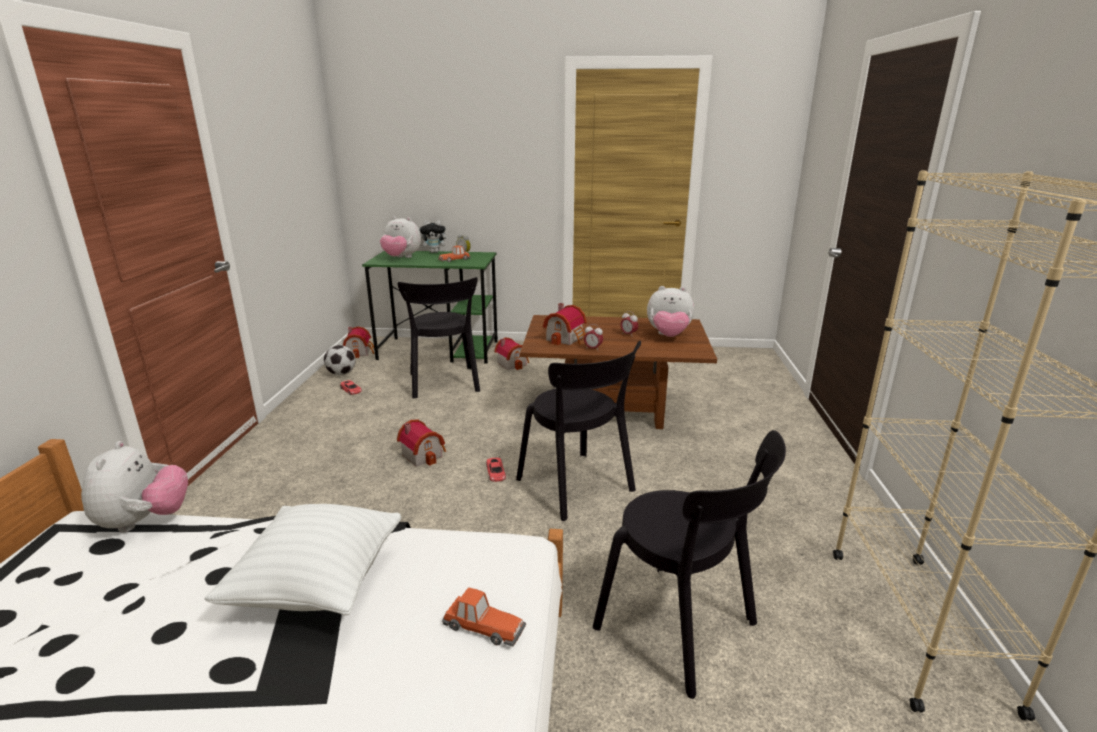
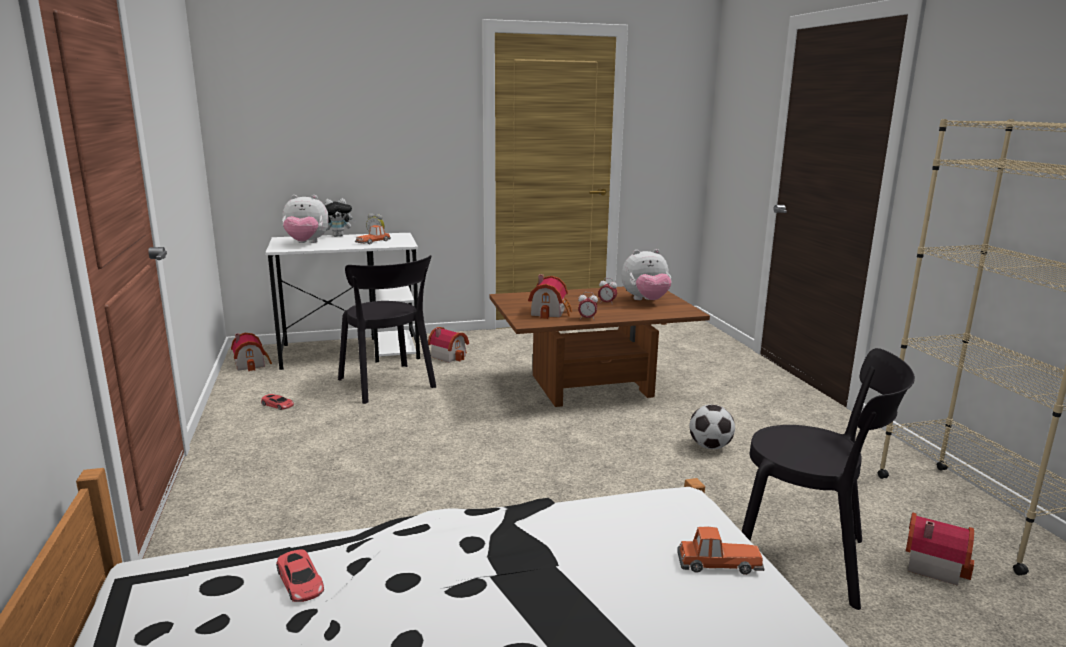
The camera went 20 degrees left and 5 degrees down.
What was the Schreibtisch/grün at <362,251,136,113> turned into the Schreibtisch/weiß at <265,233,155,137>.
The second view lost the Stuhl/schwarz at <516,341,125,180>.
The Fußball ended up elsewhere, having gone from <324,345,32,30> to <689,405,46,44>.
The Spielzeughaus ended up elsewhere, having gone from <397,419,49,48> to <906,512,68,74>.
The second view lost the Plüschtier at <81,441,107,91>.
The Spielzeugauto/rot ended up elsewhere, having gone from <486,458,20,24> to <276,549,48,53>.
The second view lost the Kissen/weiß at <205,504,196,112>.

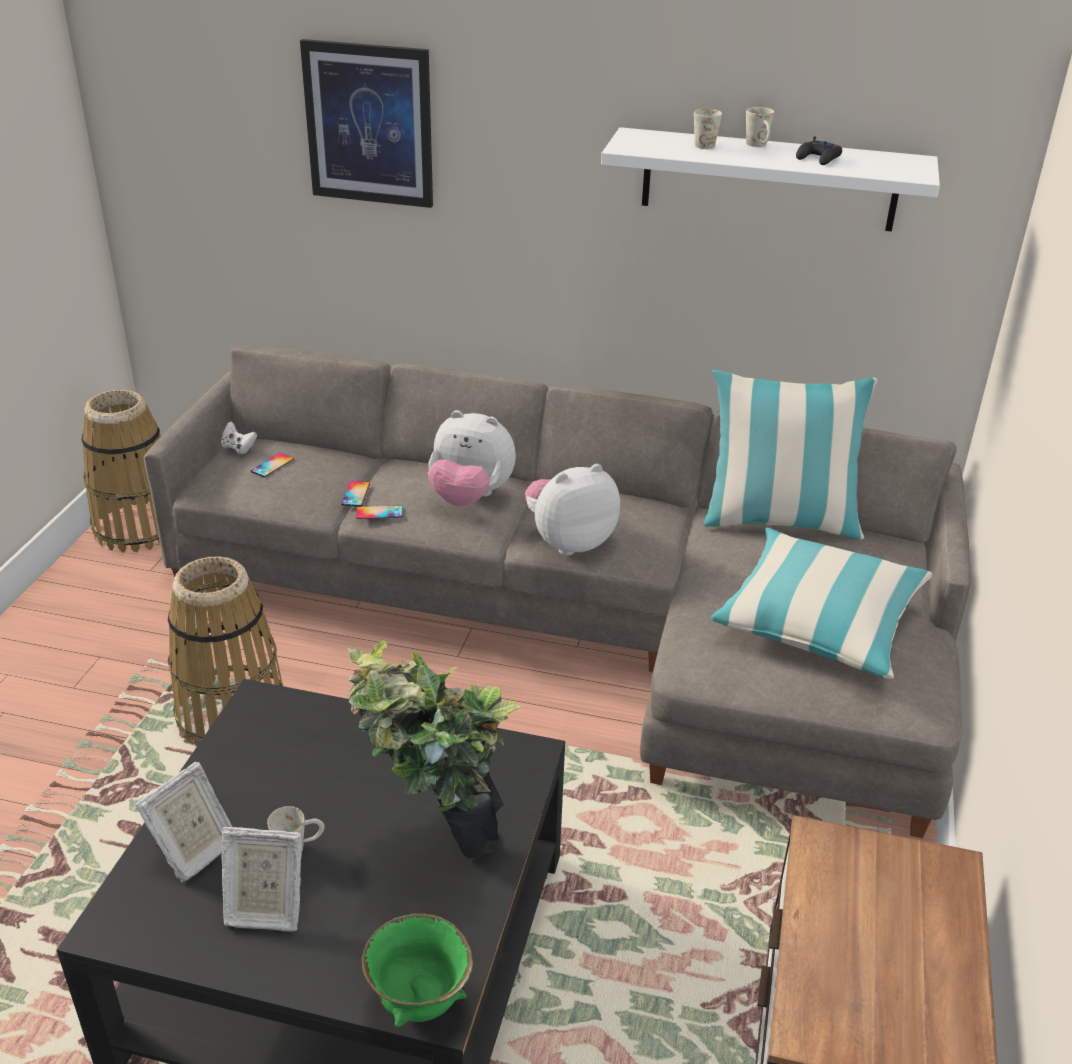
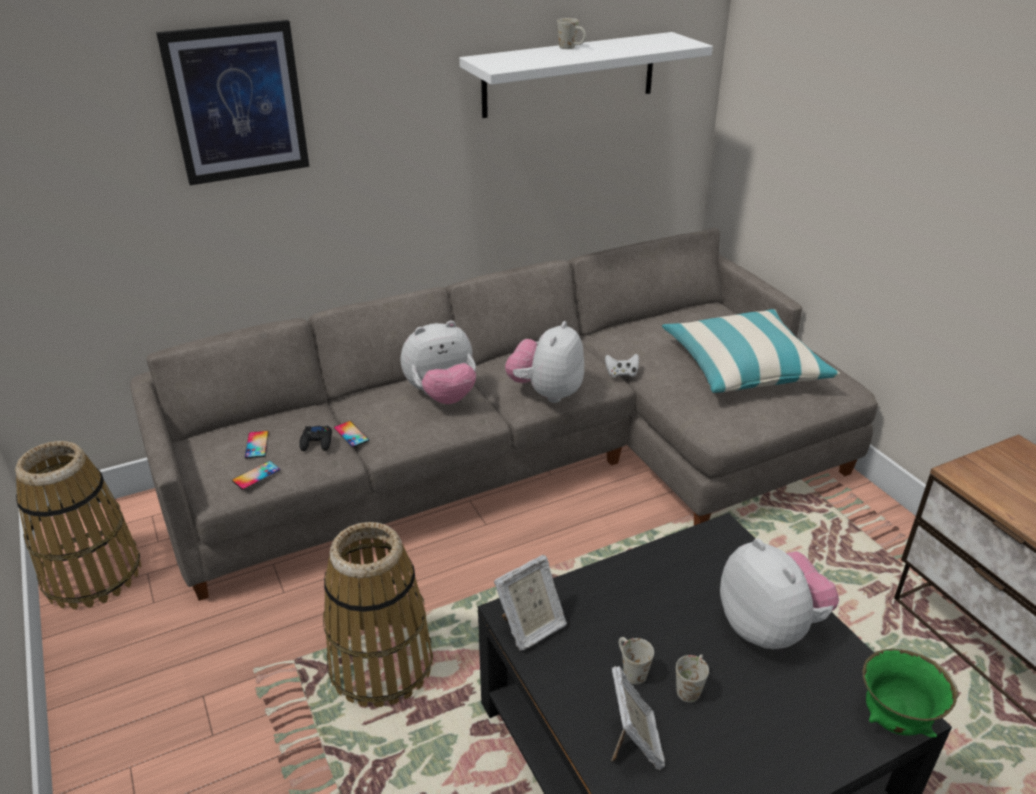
The camera went 40 degrees left and 0 degrees up.
The Henkelbecher/weiß ended up elsewhere, having gone from <694,109,28,40> to <619,637,35,48>.
The Gamepad/schwarz ended up elsewhere, having gone from <796,136,46,29> to <299,426,33,25>.
The second view lost the Kissen at <704,370,174,170>.
The Gamepad/weiß ended up elsewhere, having gone from <221,422,36,32> to <605,354,34,23>.
The Handy ended up elsewhere, having gone from <356,505,47,14> to <232,461,48,29>.
Where the Topfpflanze stood at <347,640,173,218>, the Plüschtier came to stand at <720,538,119,111>.
The Bilderrahmen ended up elsewhere, having gone from <221,827,82,105> to <494,555,73,95>.

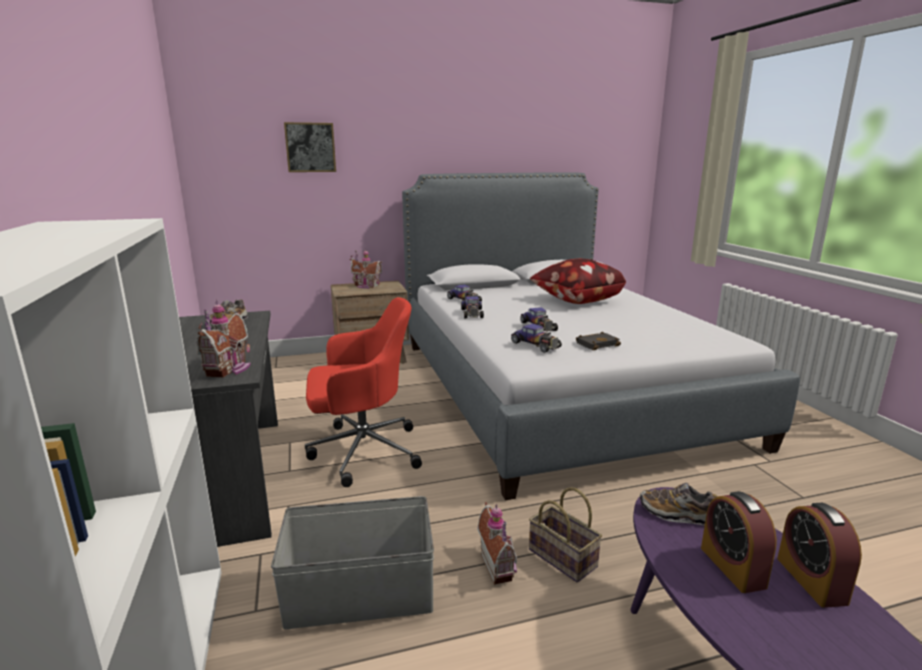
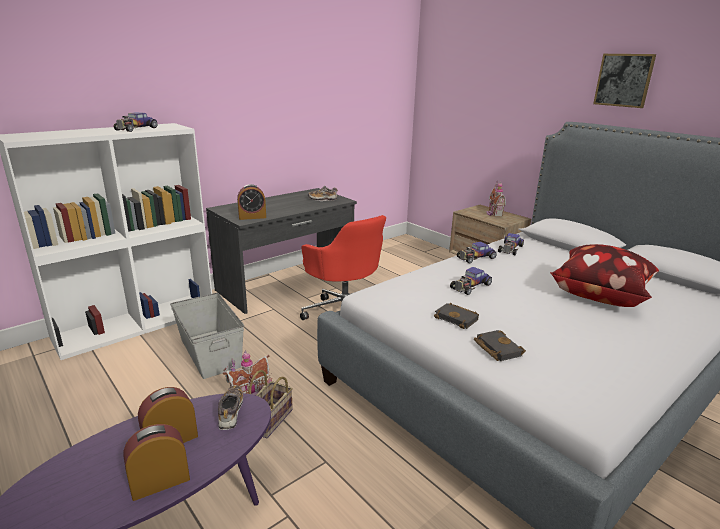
The camera went 65 degrees right and 5 degrees up.
The Bild ended up elsewhere, having gone from <284,122,52,50> to <593,54,63,54>.
Where the Spielzeughaus stood at <196,300,55,78>, the Wecker came to stand at <237,184,29,36>.
The Spielzeugauto ended up elsewhere, having gone from <511,324,51,29> to <114,112,43,20>.
The second view gained the Buch/schwarz at <474,330,52,31>.

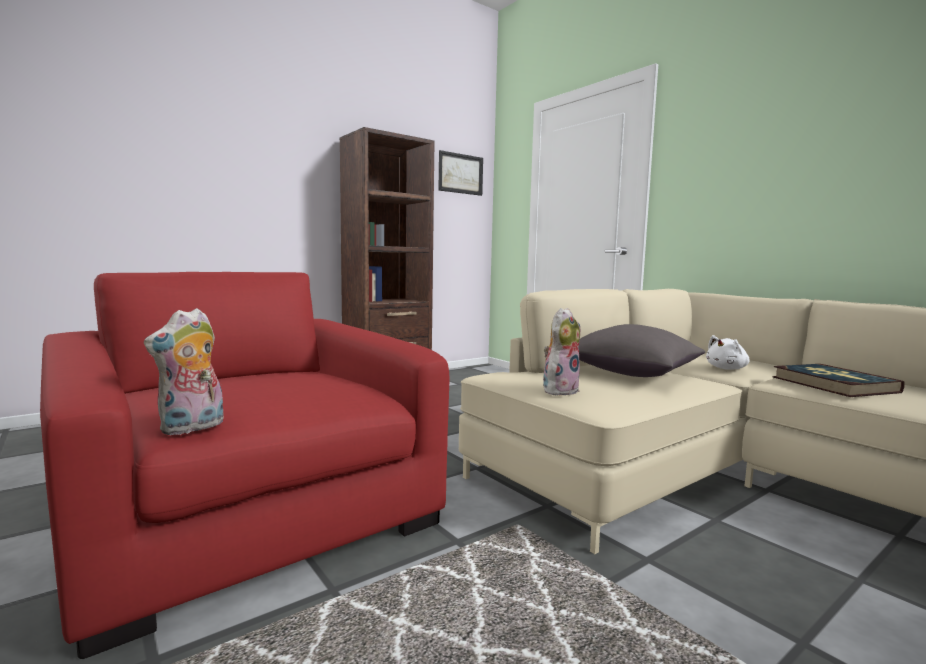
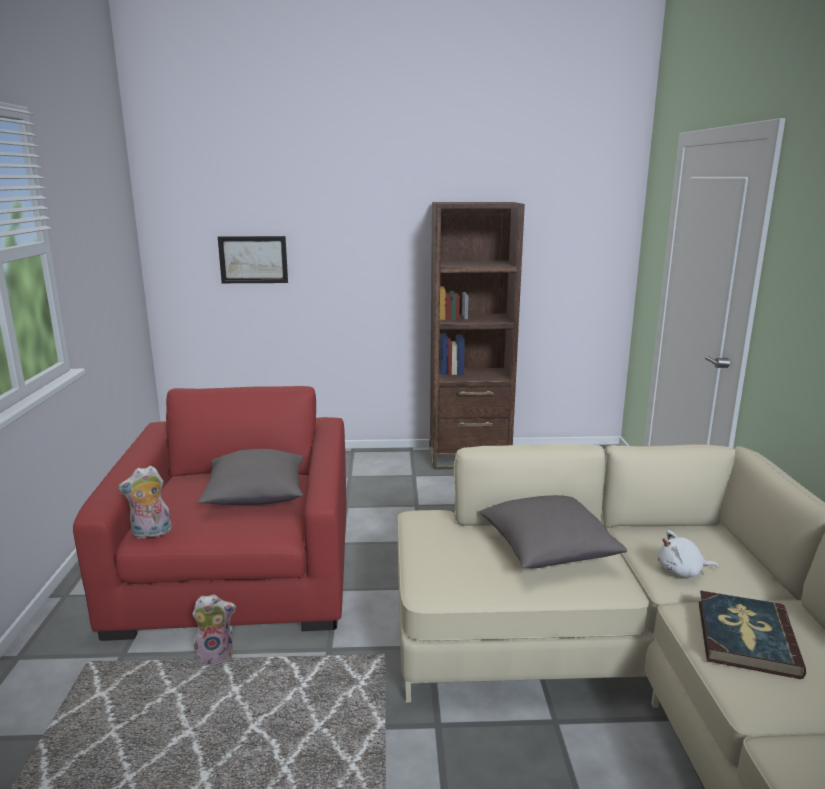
The camera went 35 degrees right and 10 degrees up.
The Bild ended up elsewhere, having gone from <438,150,45,46> to <218,236,70,47>.
The Plüschtier ended up elsewhere, having gone from <543,308,37,88> to <192,595,44,71>.
The second view gained the Kissen/grau at <198,449,106,56>.

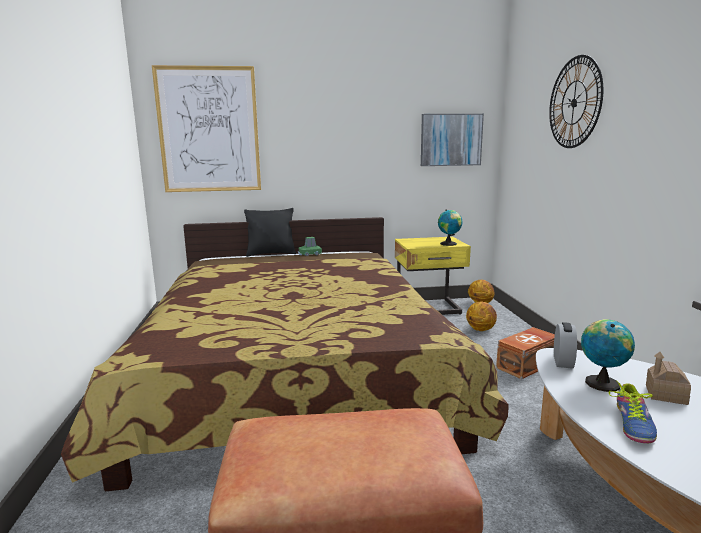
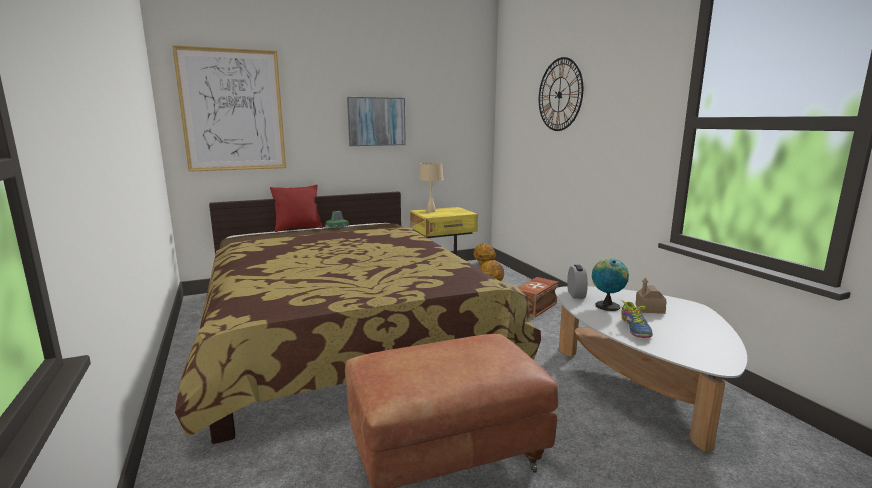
The camera went 15 degrees left and 0 degrees up.
The Bild ended up elsewhere, having gone from <421,114,63,52> to <347,97,59,49>.
What was the Kissen/schwarz at <244,208,52,49> turned into the Kissen/rot at <270,185,53,47>.
The second view lost the Globus at <438,209,25,37>.
The second view gained the Tischlampe/beige at <419,162,25,50>.

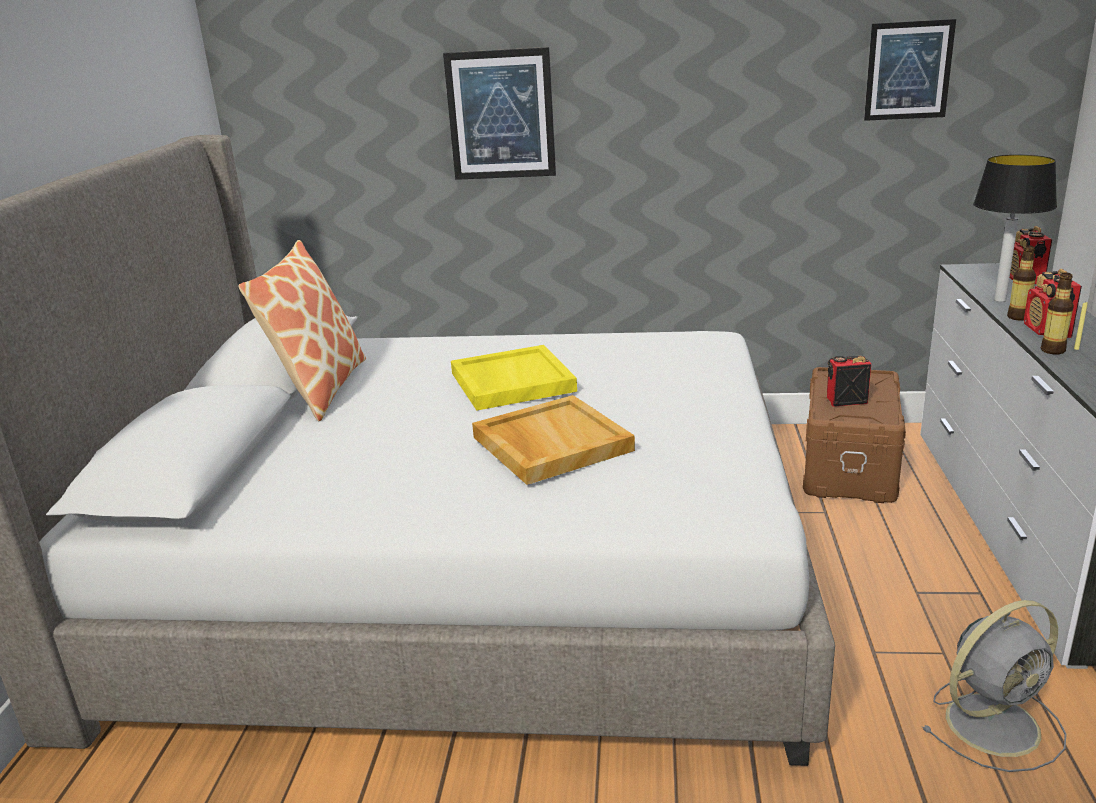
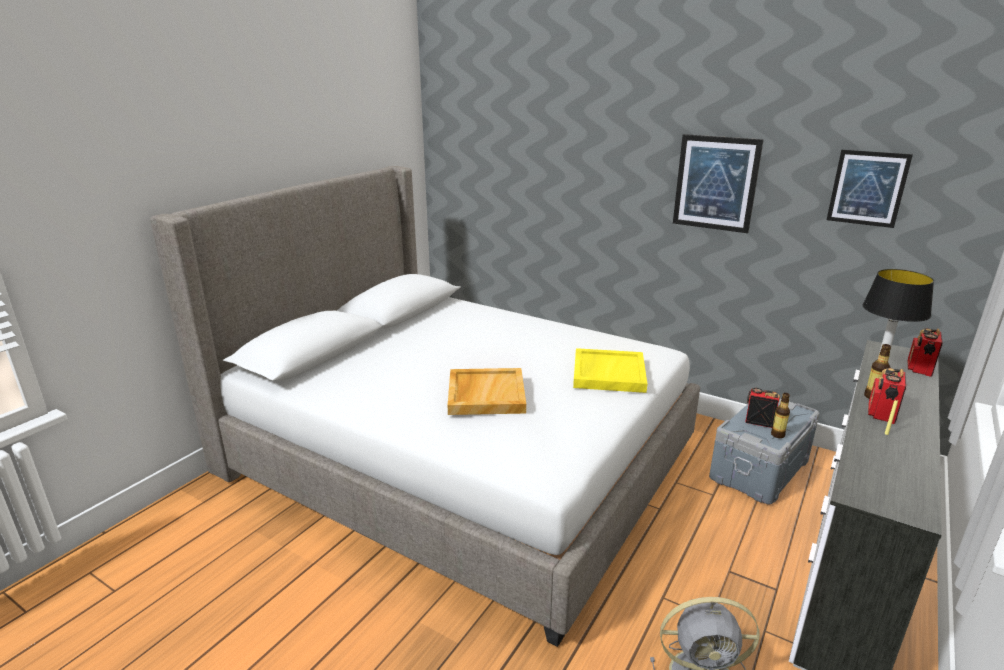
The camera went 25 degrees right and 0 degrees up.
The Bild ended up elsewhere, having gone from <443,47,113,133> to <673,134,91,99>.
The second view lost the Kissen at <238,240,128,181>.
The Flasche ended up elsewhere, having gone from <1041,273,33,81> to <771,393,19,45>.
The Tablett/gelb ended up elsewhere, having gone from <451,345,126,66> to <573,348,74,45>.
What was the Aufbewahrungsbox/braun at <803,367,103,136> turned into the Aufbewahrungsbox/grau at <709,398,111,107>.

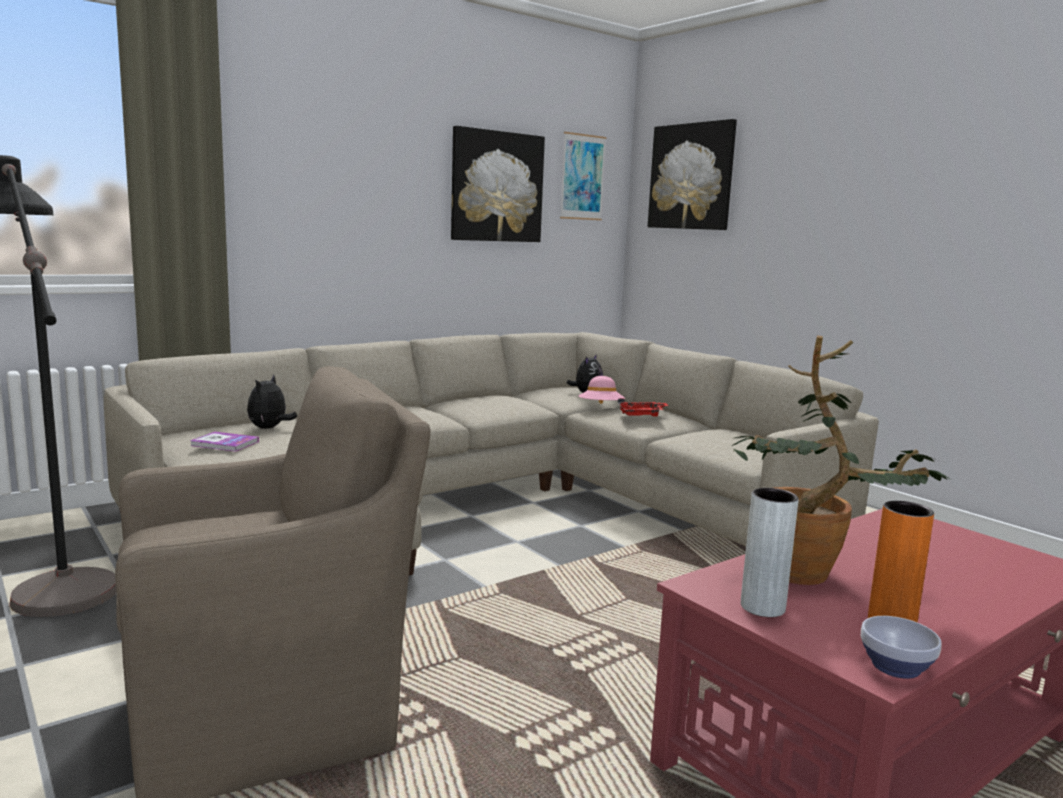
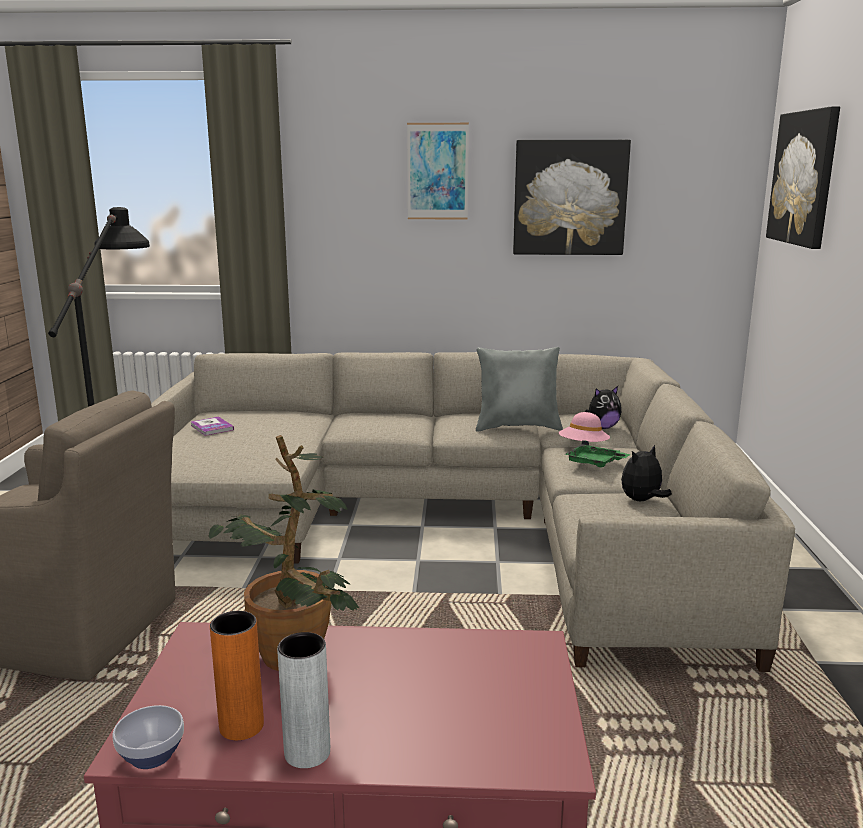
The camera went 40 degrees right and 5 degrees up.
The Bild ended up elsewhere, having gone from <560,132,47,88> to <407,123,62,96>.
The Plüschtier ended up elsewhere, having gone from <247,375,50,54> to <621,445,51,56>.
What was the Tablett/rot at <618,398,50,18> turned into the Tablett/grün at <565,440,65,28>.
The Vase/grau ended up elsewhere, having gone from <741,488,58,129> to <277,632,53,136>.
The second view gained the Kissen/grau at <476,347,87,84>.

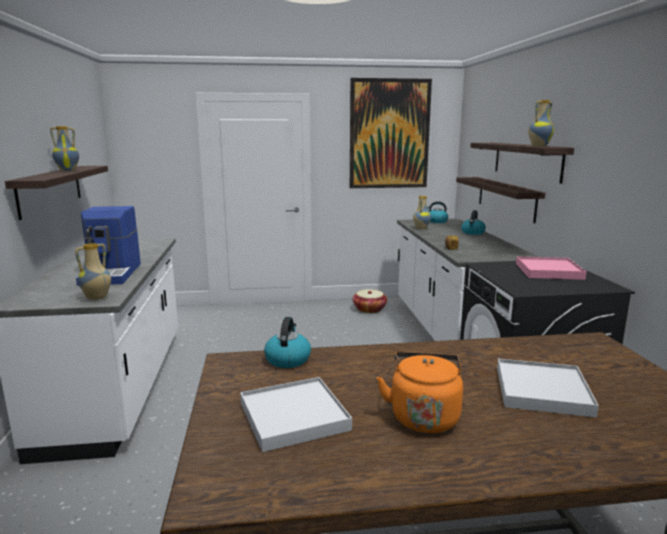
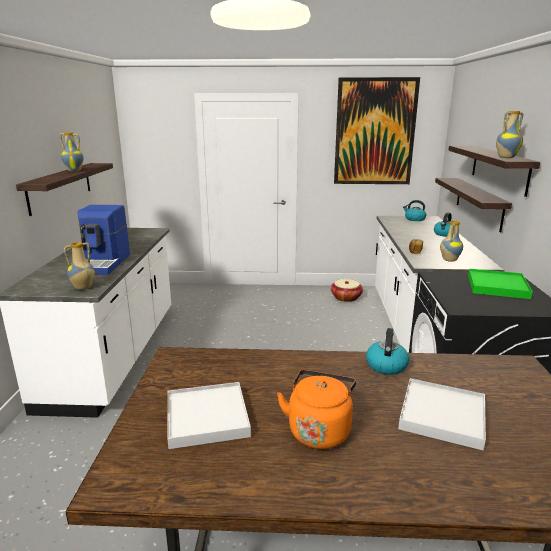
The camera went 10 degrees right and 5 degrees up.
The Vase ended up elsewhere, having gone from <413,196,18,33> to <440,221,23,41>.
What was the Tablett/rosa at <516,256,71,24> turned into the Tablett/grün at <468,269,65,30>.
The Wasserkessel ended up elsewhere, having gone from <264,317,47,51> to <366,328,43,47>.

